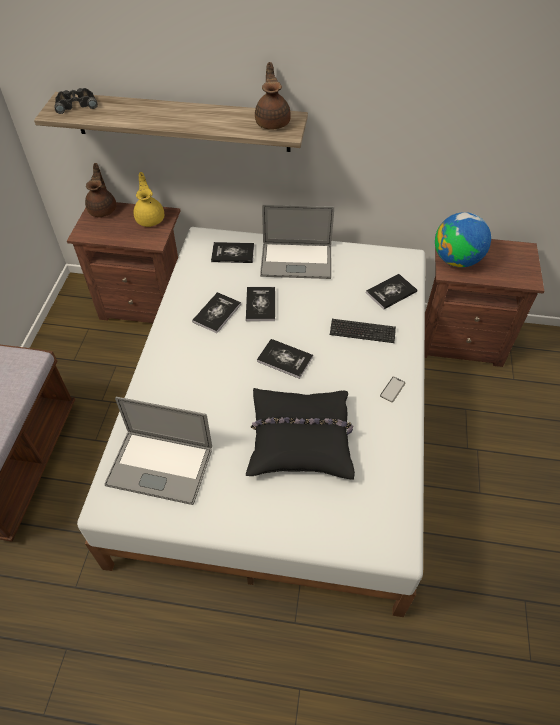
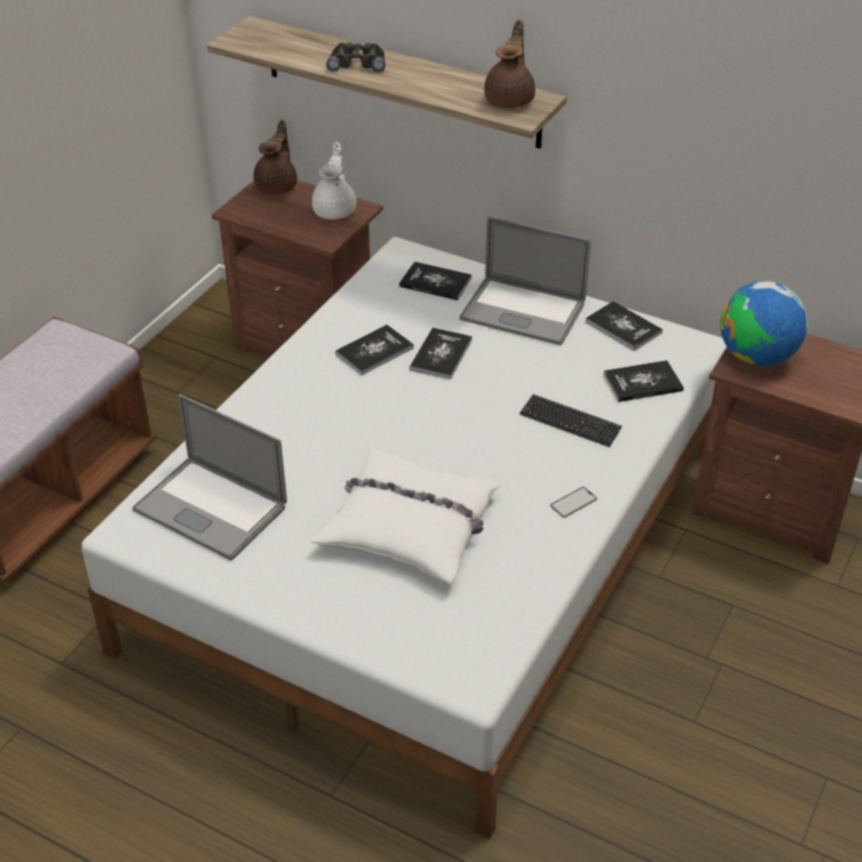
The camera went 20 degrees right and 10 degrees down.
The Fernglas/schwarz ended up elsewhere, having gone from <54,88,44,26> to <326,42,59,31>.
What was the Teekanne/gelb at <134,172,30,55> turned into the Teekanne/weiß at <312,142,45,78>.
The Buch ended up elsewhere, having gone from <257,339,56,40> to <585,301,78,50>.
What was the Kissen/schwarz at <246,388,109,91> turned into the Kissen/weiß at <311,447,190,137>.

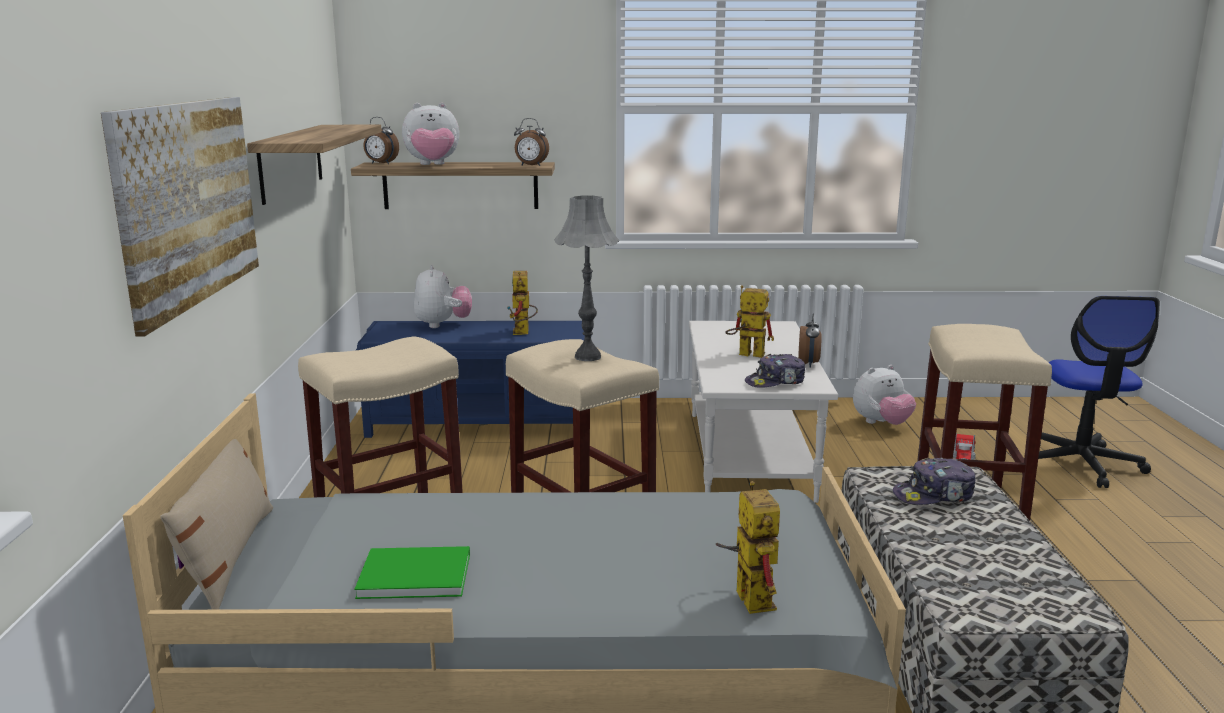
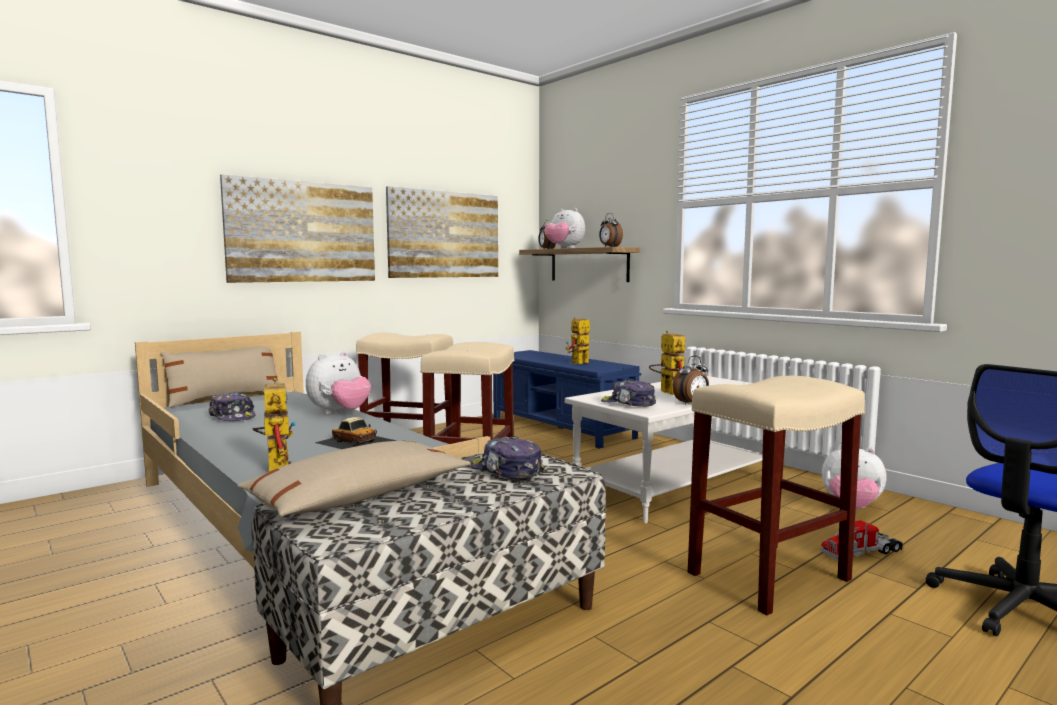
The camera went 50 degrees right and 10 degrees down.
Where the Wandregal hung at <247,125,135,80>, the Bild came to hang at <386,186,112,92>.
The second view lost the Tischlampe/grau at <554,195,65,166>.
The Plüschtier ended up elsewhere, having gone from <414,265,58,63> to <306,351,65,63>.
The Spielzeugroboter at <716,481,64,133> ended up facing another way, 60 degrees counterclockwise from before.
Where the Buch/grün stood at <355,546,115,53>, the Kappe came to stand at <208,392,48,29>.
The second view gained the Spielzeugauto at <315,417,82,32>.
The second view gained the Kissen/beige at <238,440,233,76>.

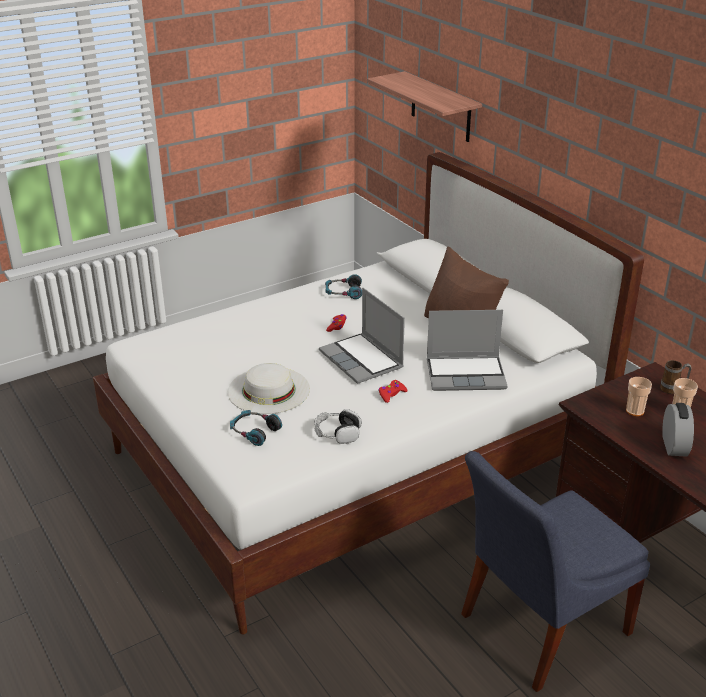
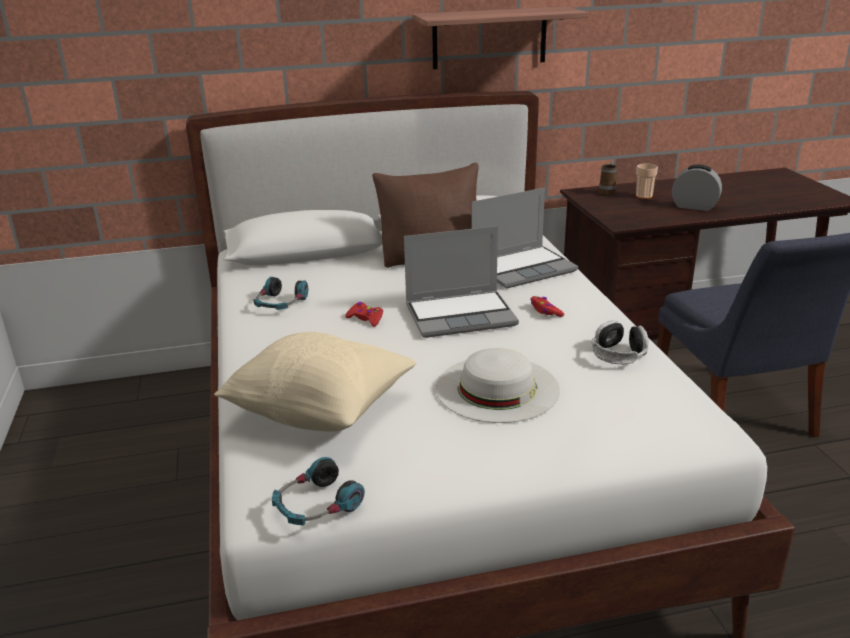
The camera went 70 degrees left and 5 degrees down.
The Wandregal ended up elsewhere, having gone from <367,71,115,71> to <412,6,177,63>.
The Laptop at <427,310,80,81> ended up facing another way, 45 degrees clockwise from before.
The second view lost the Tasse at <626,377,26,39>.
The Kopfhörer ended up elsewhere, having gone from <230,410,52,36> to <272,457,93,68>.
The second view gained the Kissen/beige at <214,332,203,100>.

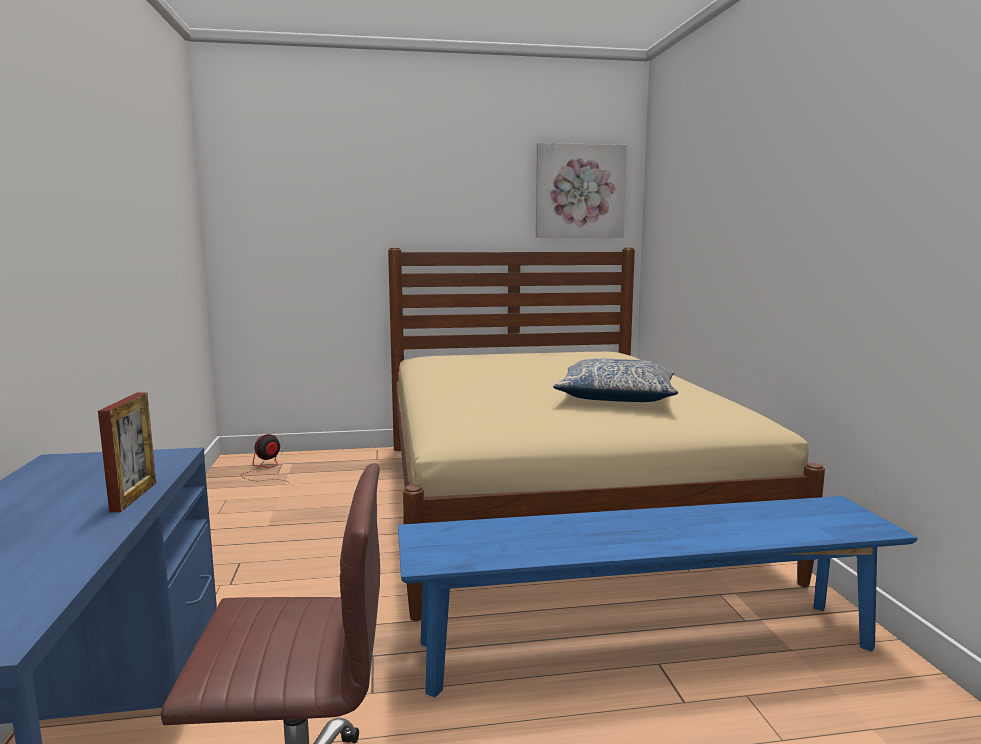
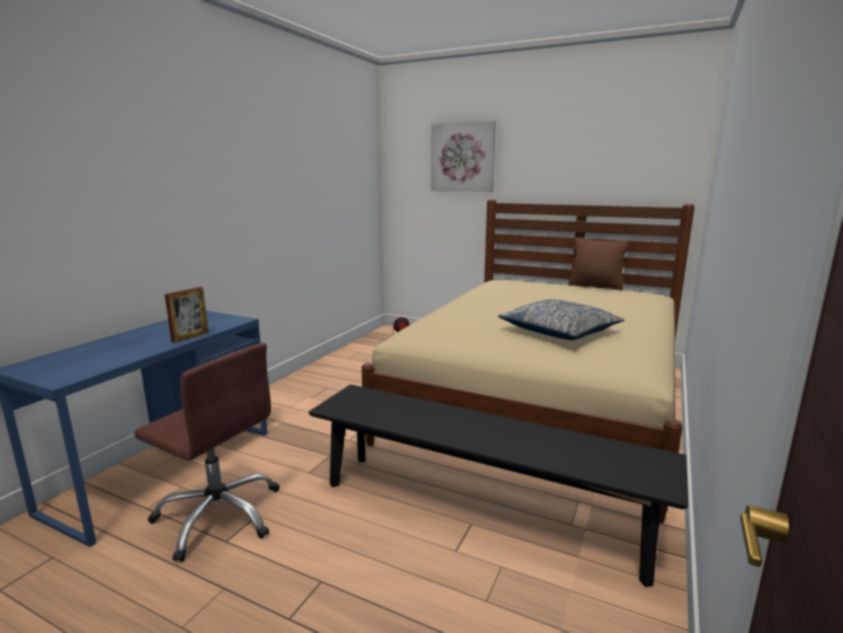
The camera went 35 degrees right and 5 degrees up.
The Bild ended up elsewhere, having gone from <536,143,91,95> to <431,120,65,72>.
What was the Bank/blau at <398,496,520,201> turned into the Bank/schwarz at <309,384,379,203>.
The second view gained the Kissen/braun at <568,237,61,54>.

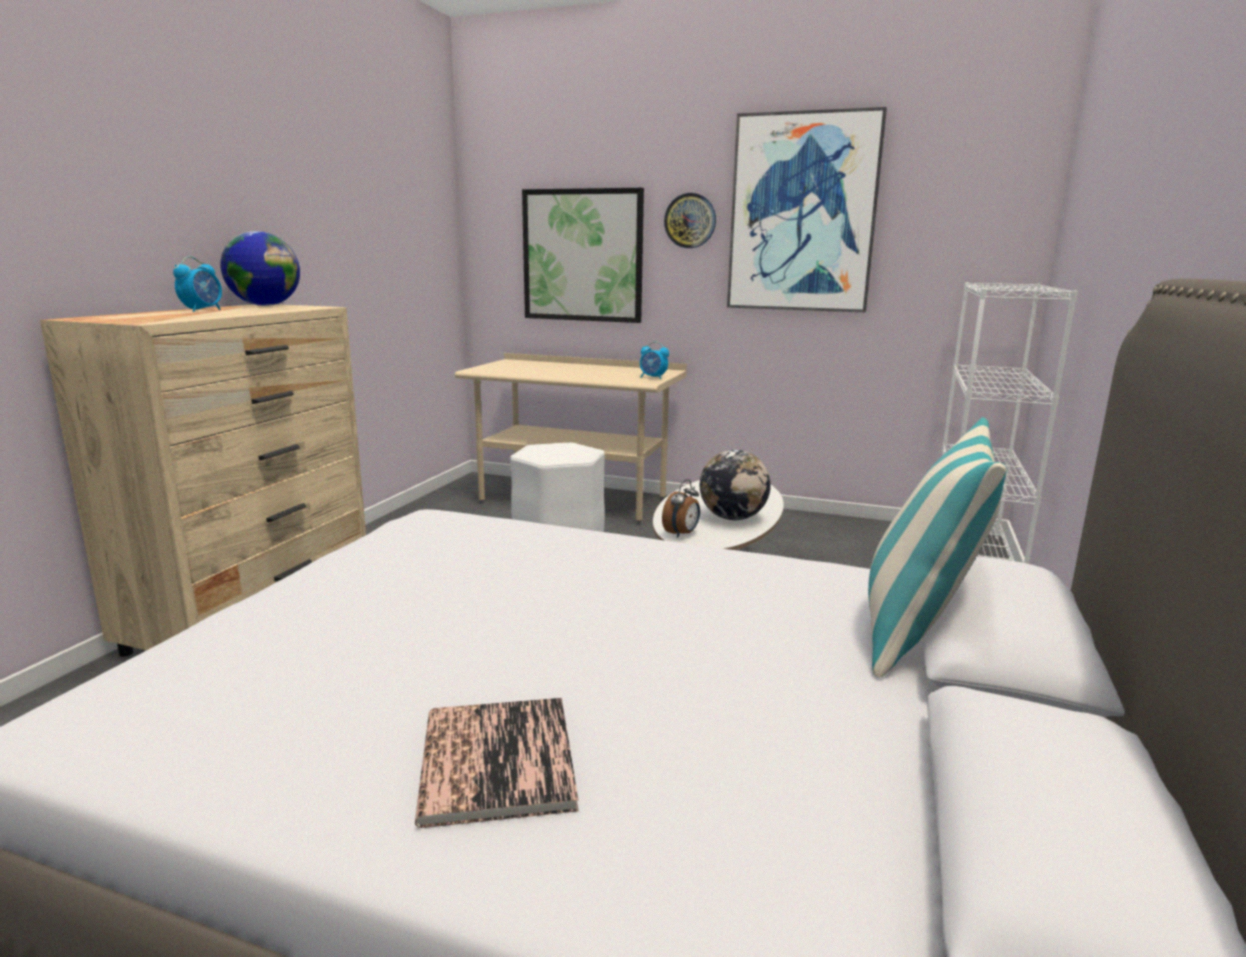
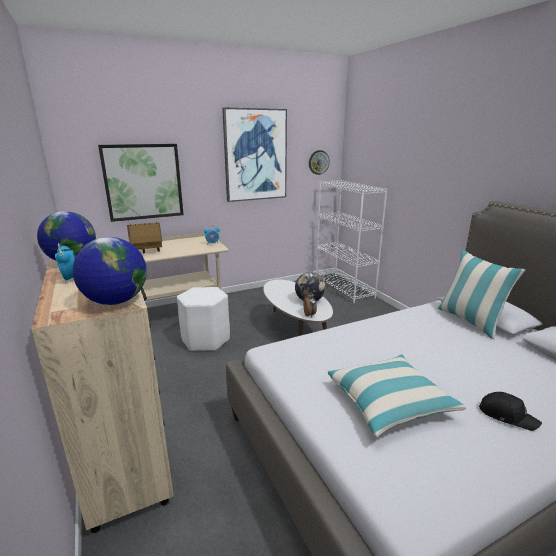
The camera went 45 degrees left and 5 degrees up.
The Wanduhr ended up elsewhere, having gone from <664,193,52,55> to <309,150,21,25>.
Where the Buch stood at <415,698,164,130>, the Kappe/schwarz came to stand at <479,392,63,39>.
The second view gained the Spielzeughaus at <127,222,35,31>.
The second view gained the Globus at <72,237,75,68>.
The second view gained the Kissen at <328,354,138,83>.

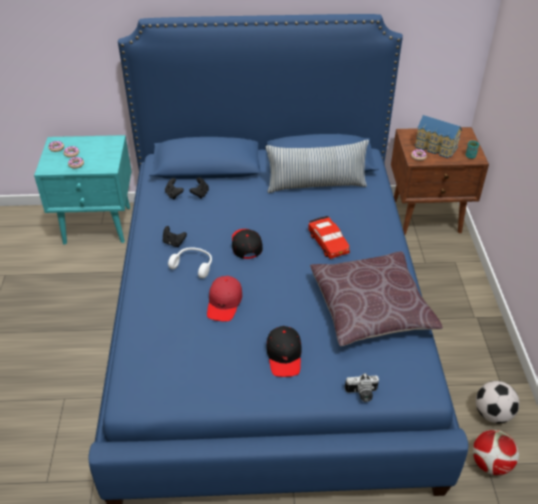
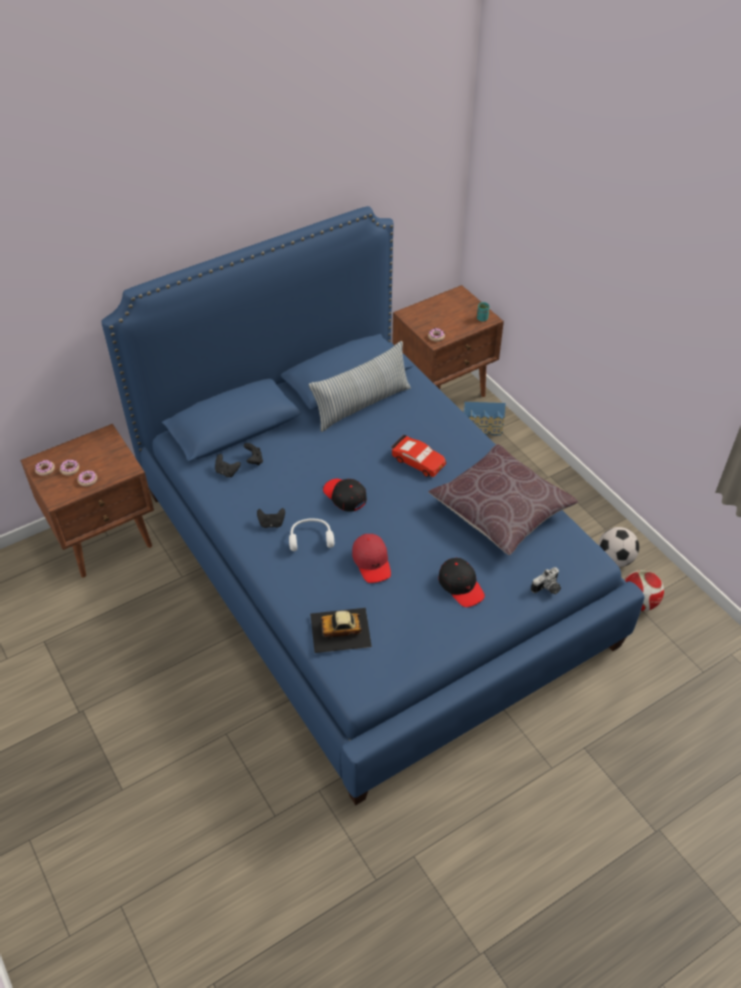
The camera went 30 degrees left and 5 degrees up.
The Spielzeughaus ended up elsewhere, having gone from <415,115,47,43> to <463,402,42,33>.
What was the Nachttisch/türkis at <34,135,98,110> turned into the Nachttisch/braun at <20,424,134,154>.
The second view gained the Spielzeugauto at <310,608,62,45>.

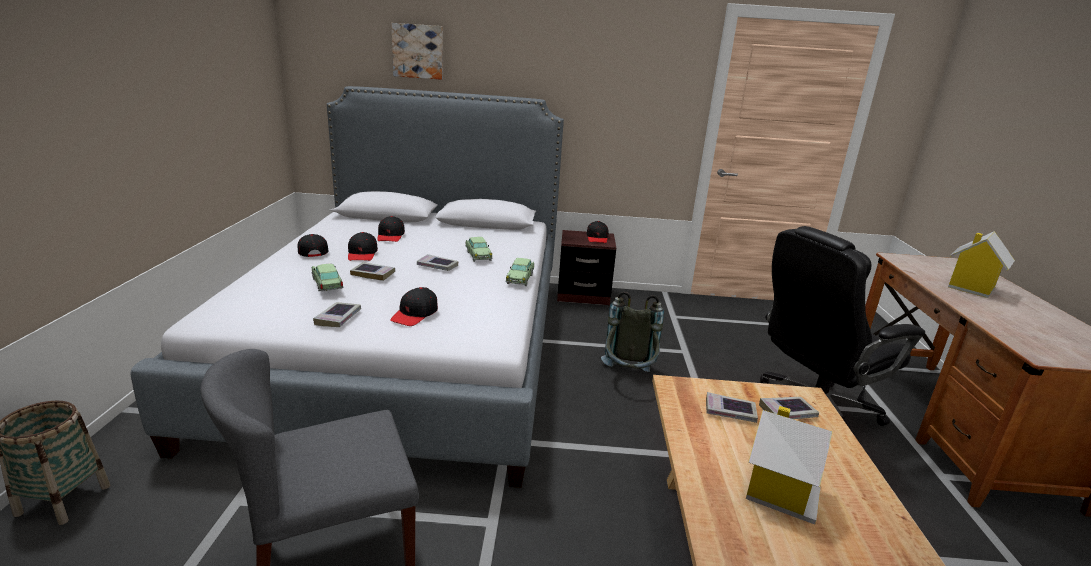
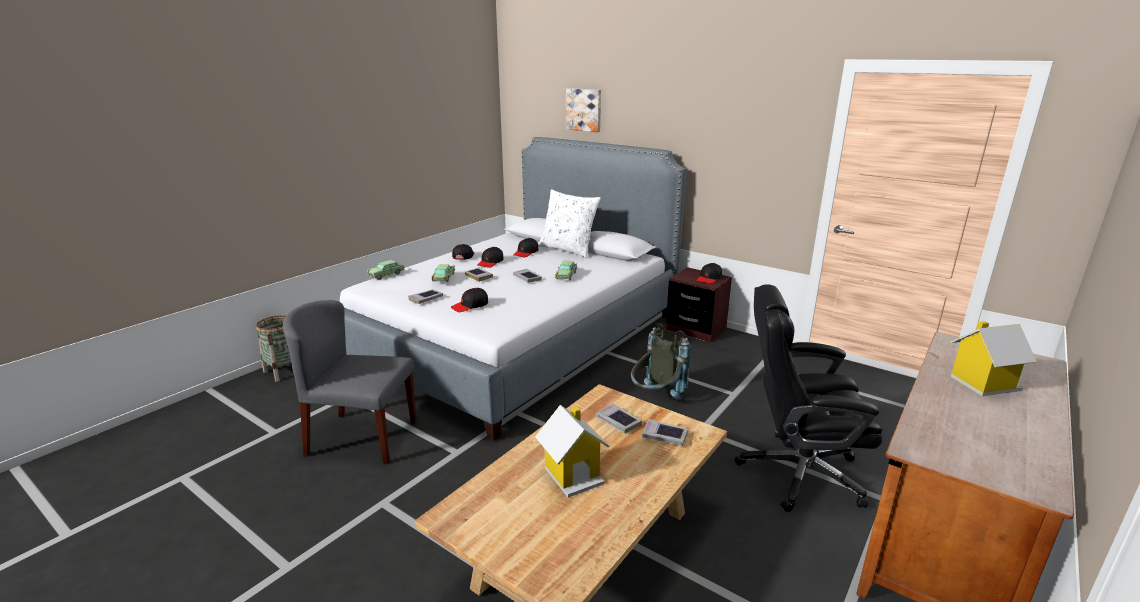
The camera went 35 degrees right and 0 degrees up.
The Spielzeugauto ended up elsewhere, having gone from <505,258,29,28> to <367,260,37,20>.
The second view gained the Kissen/weiß at <538,189,63,69>.

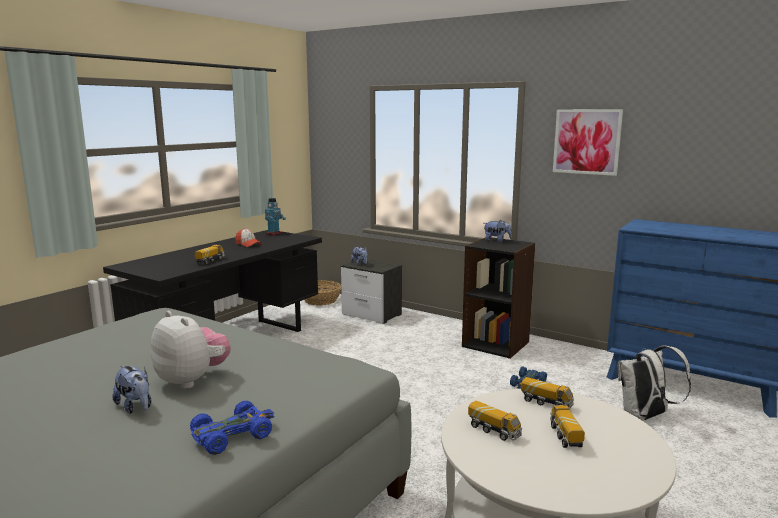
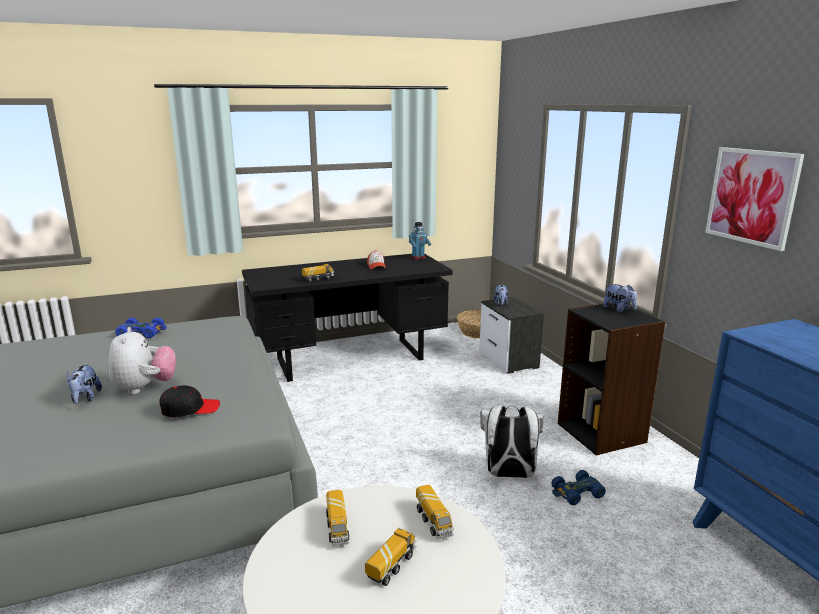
The camera went 35 degrees right and 5 degrees up.
The Rucksack/weiß ended up elsewhere, having gone from <618,345,73,76> to <480,405,64,73>.
The Spielzeugauto/blau ended up elsewhere, having gone from <190,401,84,54> to <115,318,52,20>.
The second view gained the Kappe/schwarz at <159,385,61,32>.

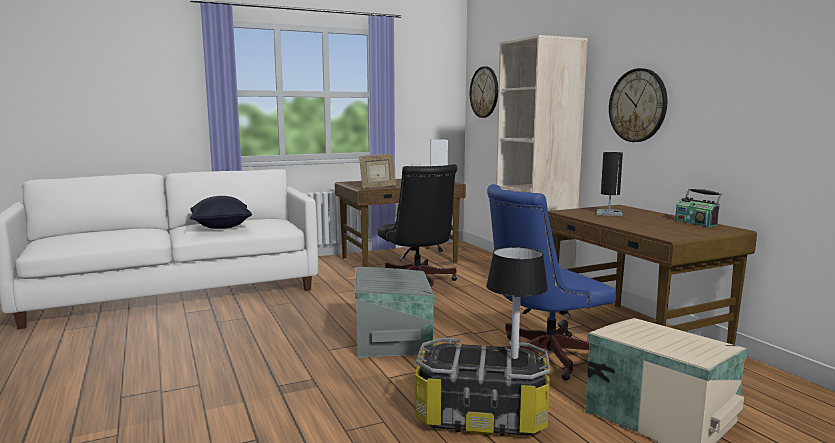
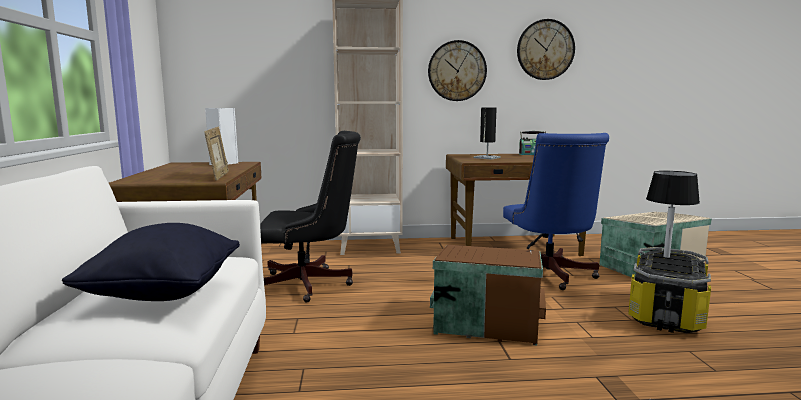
The camera went 70 degrees left and 0 degrees up.
The Wanduhr ended up elsewhere, having gone from <470,66,28,52> to <517,19,58,61>.
What was the Aufbewahrungsbox/grau at <355,267,80,91> turned into the Aufbewahrungsbox/braun at <430,245,116,101>.

